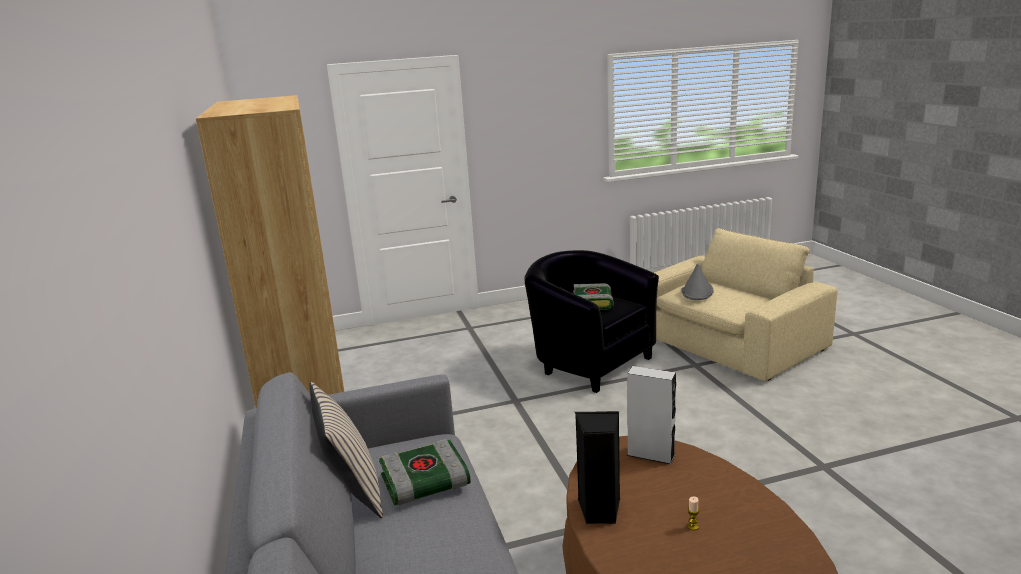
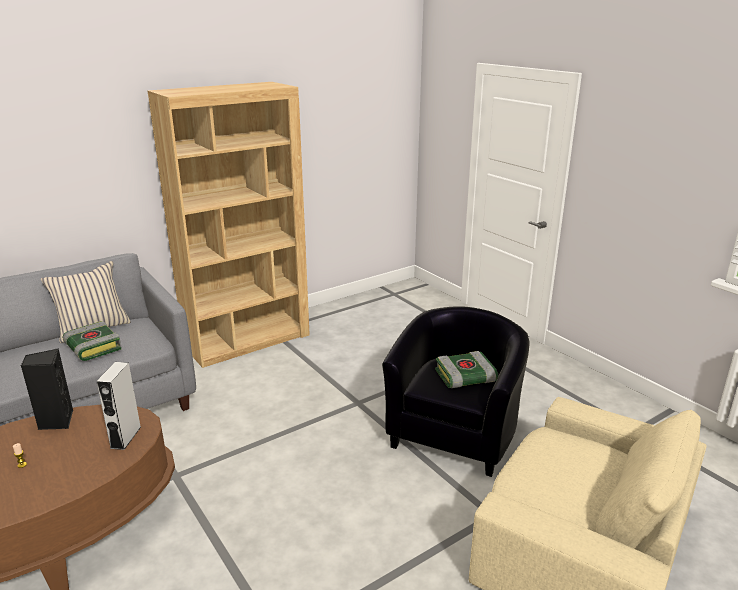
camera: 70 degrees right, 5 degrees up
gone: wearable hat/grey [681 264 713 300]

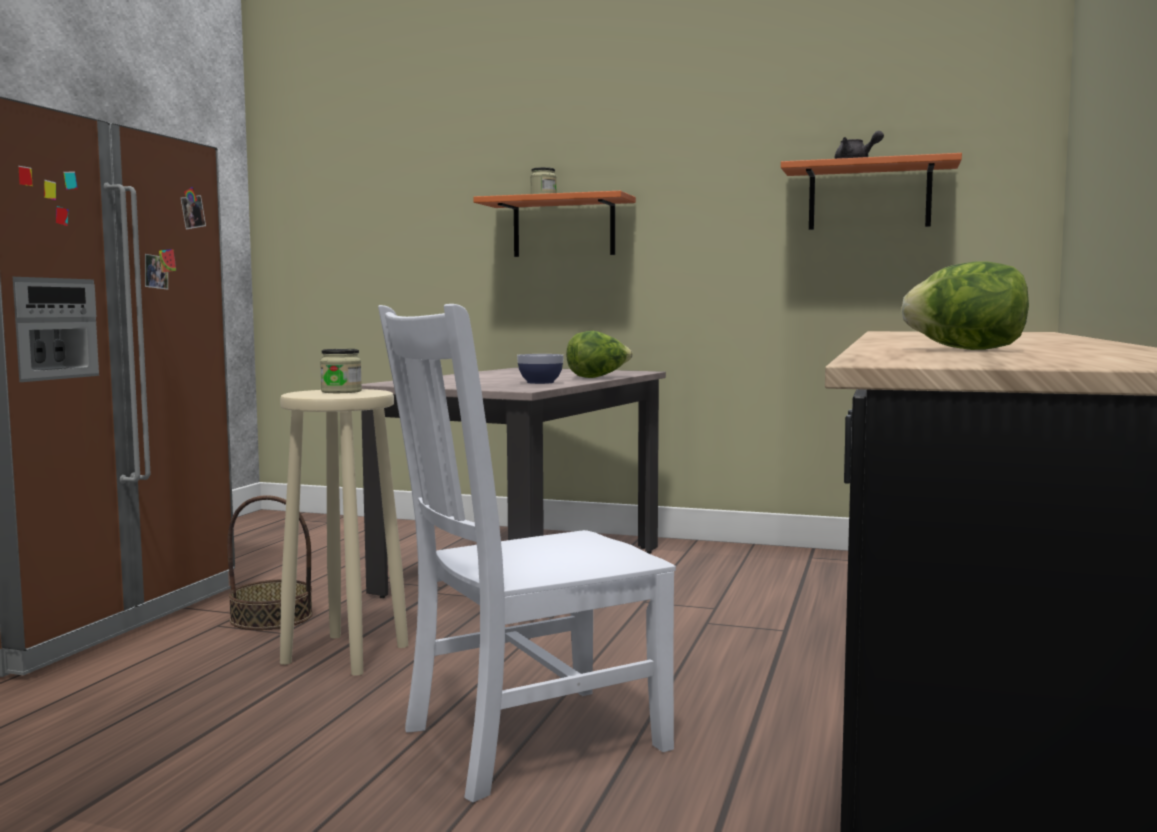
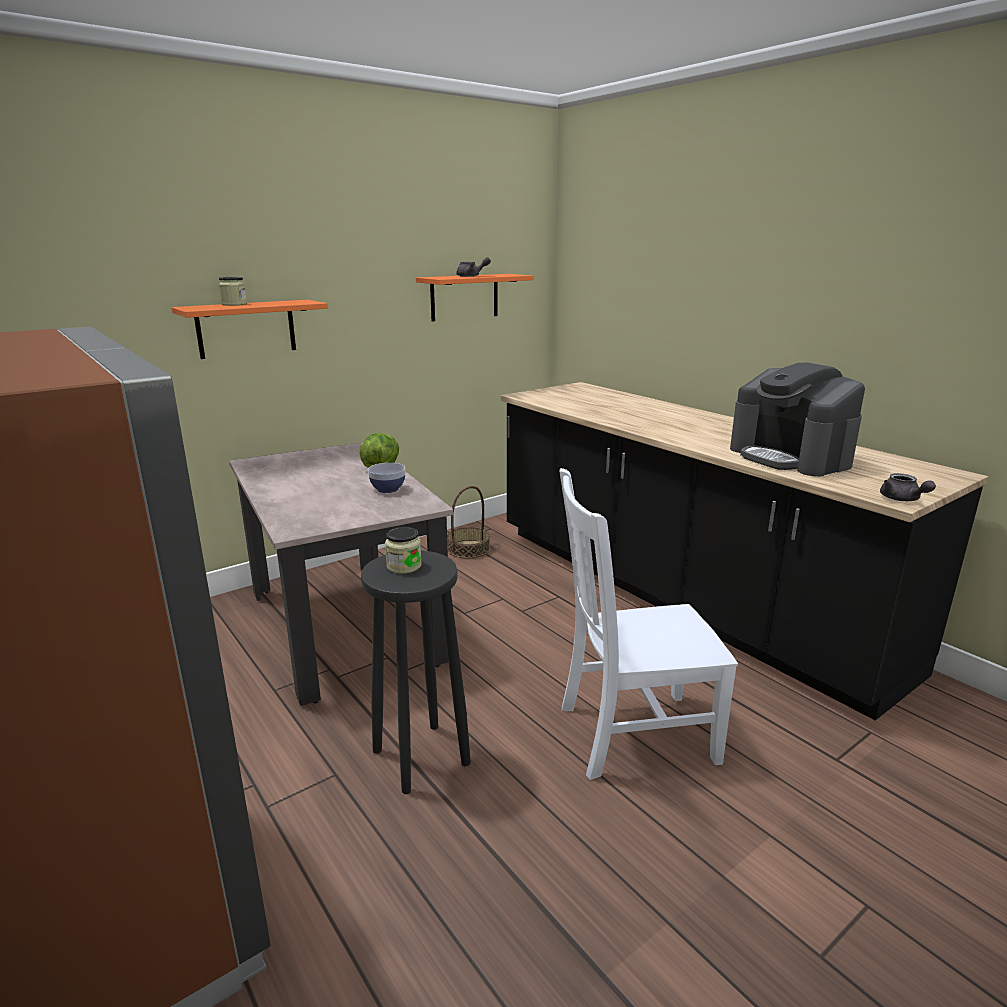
camera: 55 degrees left, 15 degrees up
new: pot for tea/grey [880 473 936 501]
shifted: basket [227 495 313 630] to [447 486 490 559]
swapped: lettuce head [901 261 1029 350] to coffee brewer [730 363 865 476]
repainted: stool seat/sand-coloured [280 389 408 676] to stool seat/black-coloured [361 551 471 794]
rotated: plain chair/white [378 304 676 802] = [560 468 738 780] 75 degrees clockwise

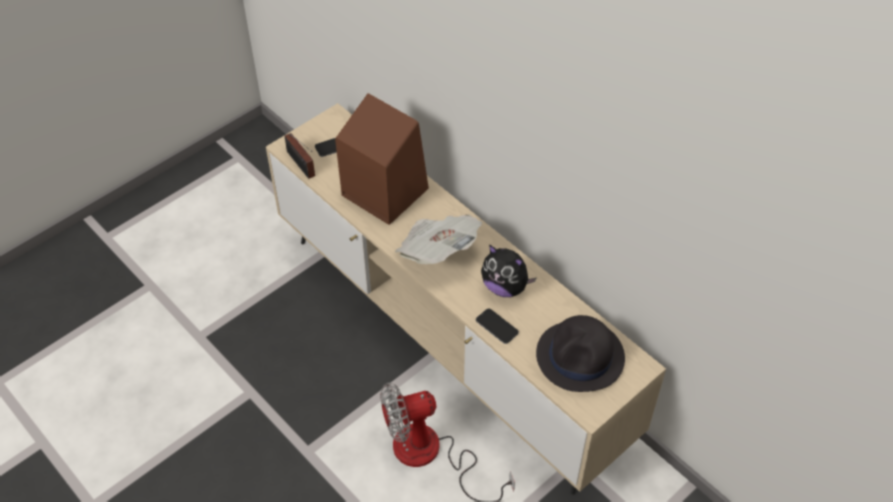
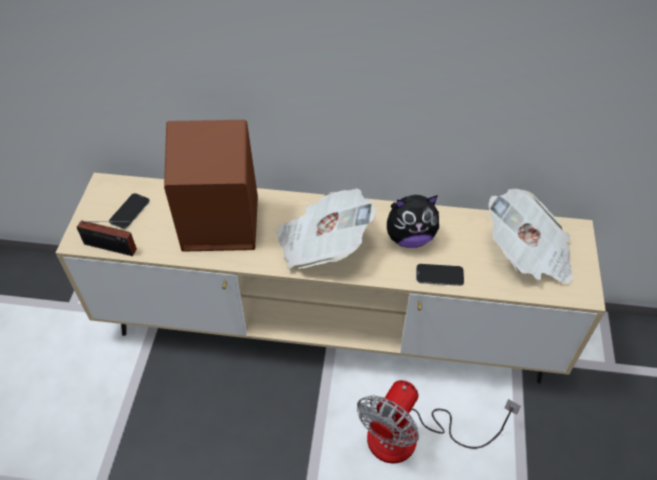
camera: 40 degrees left, 0 degrees up
swapped: wearable hat/black-coloured [536 315 625 392] to daily paper [488 189 573 284]

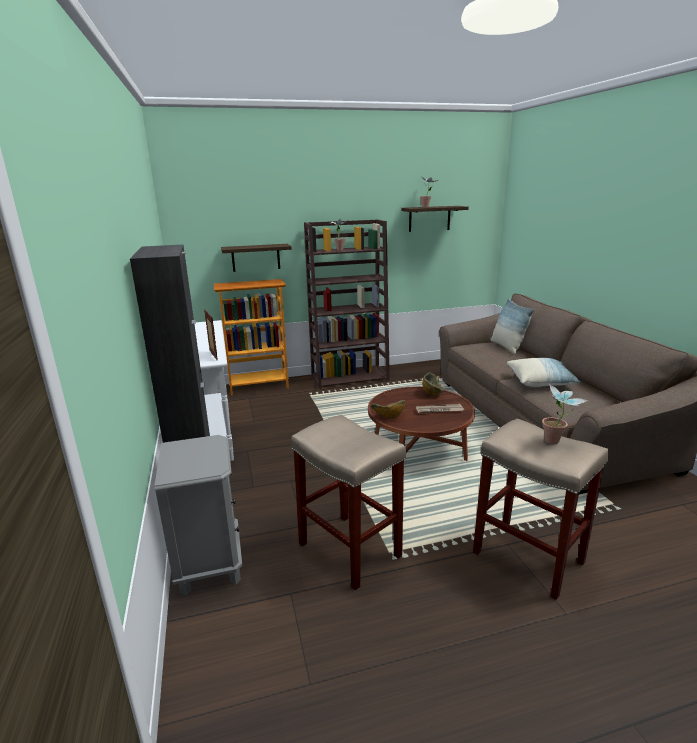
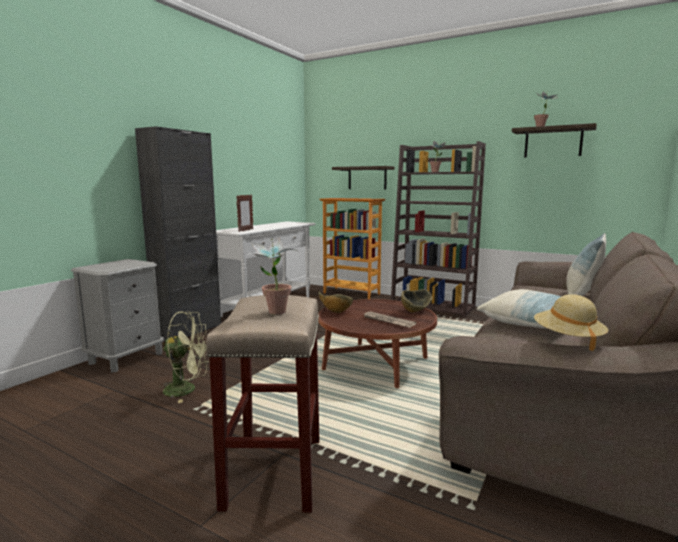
camera: 45 degrees right, 10 degrees down
new: wearable hat/sand-coloured [534 294 608 351]
swapped: stool seat/sand-coloured [291 415 406 590] to cooling fan/green [158 311 207 403]

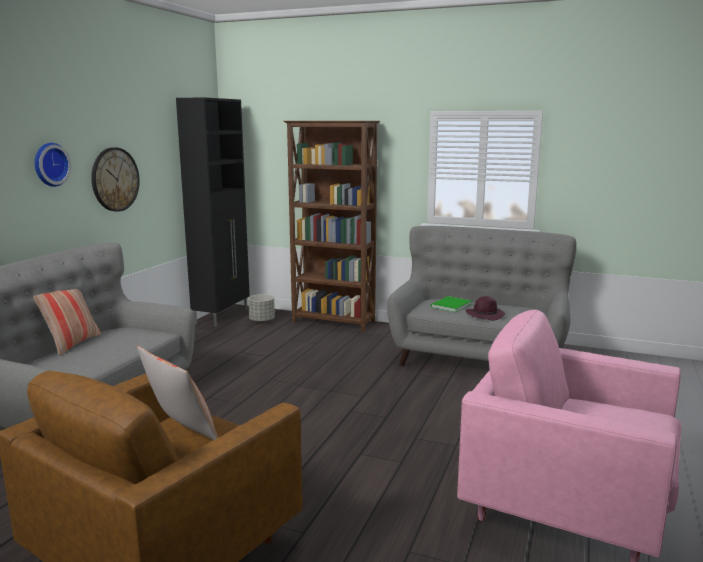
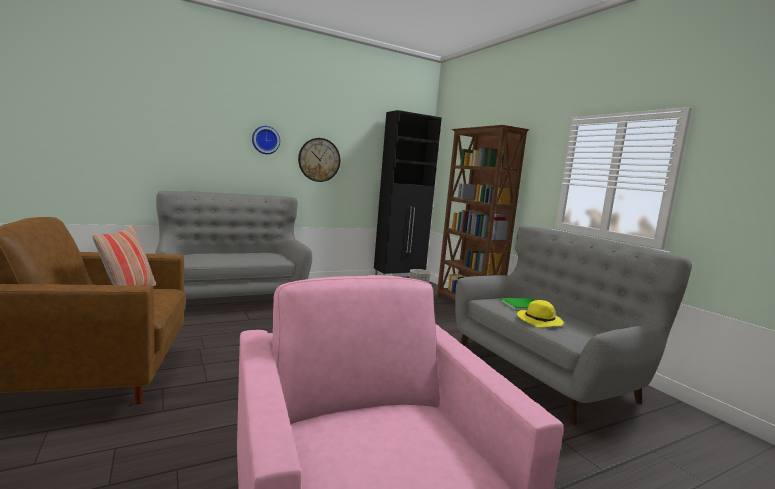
camera: 40 degrees right, 5 degrees down
gone: cushion [33 289 101 356]
repainted: wearable hat/purple-coloured [466 296 505 321] to wearable hat/yellow-coloured [517 300 564 328]

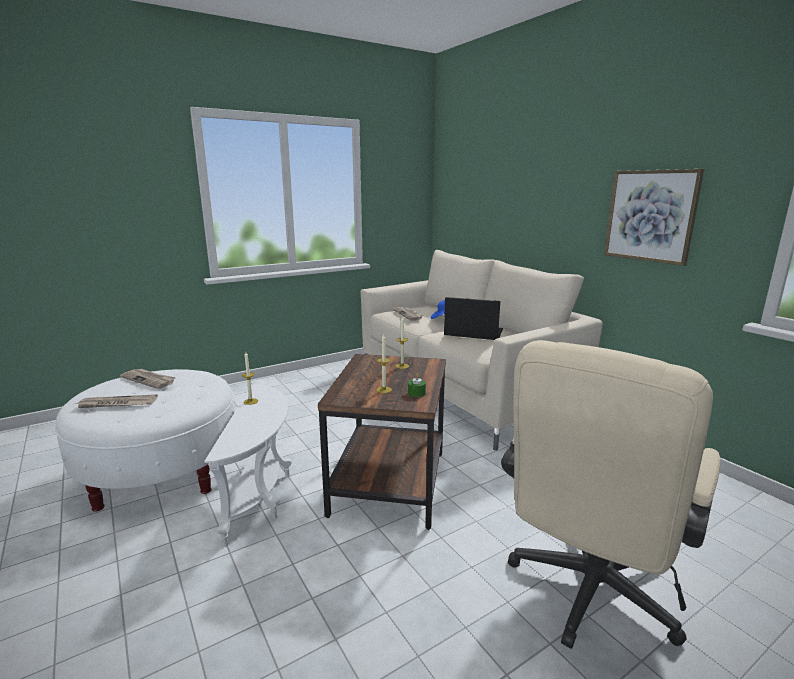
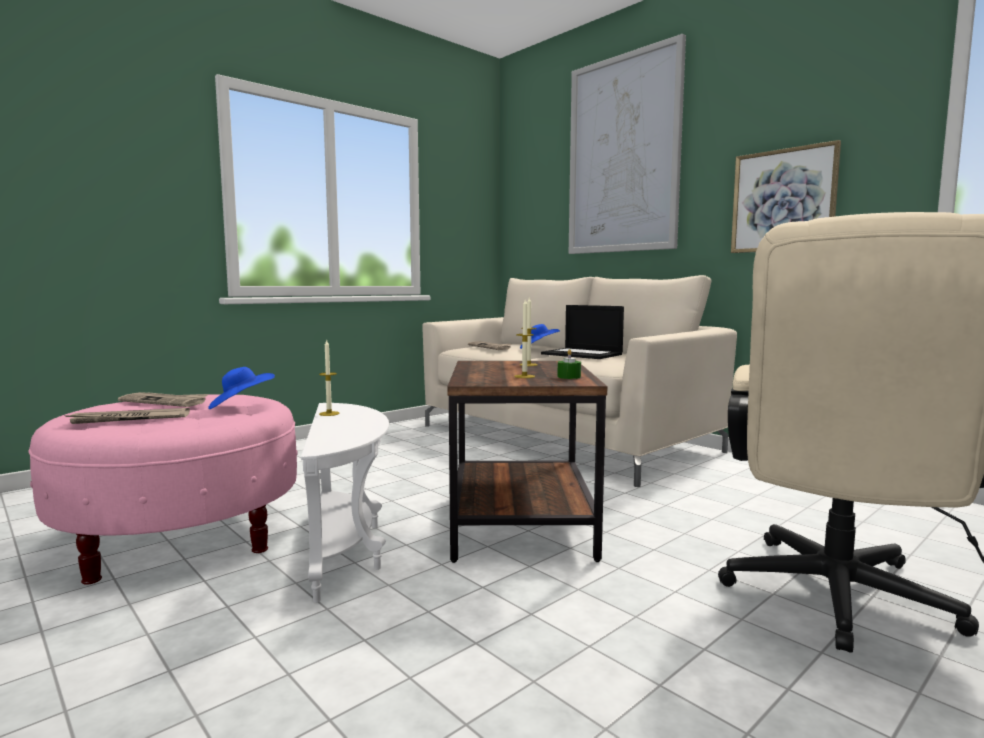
camera: 10 degrees left, 10 degrees down
new: picture [569 34 686 254]; wearable hat/bluish [208 367 275 409]
repainted: pouffe/white [55 369 235 512] to pouffe/pink [28 395 298 585]
rotated: laptop [444 297 503 340] = [541 305 624 359] 150 degrees counterclockwise

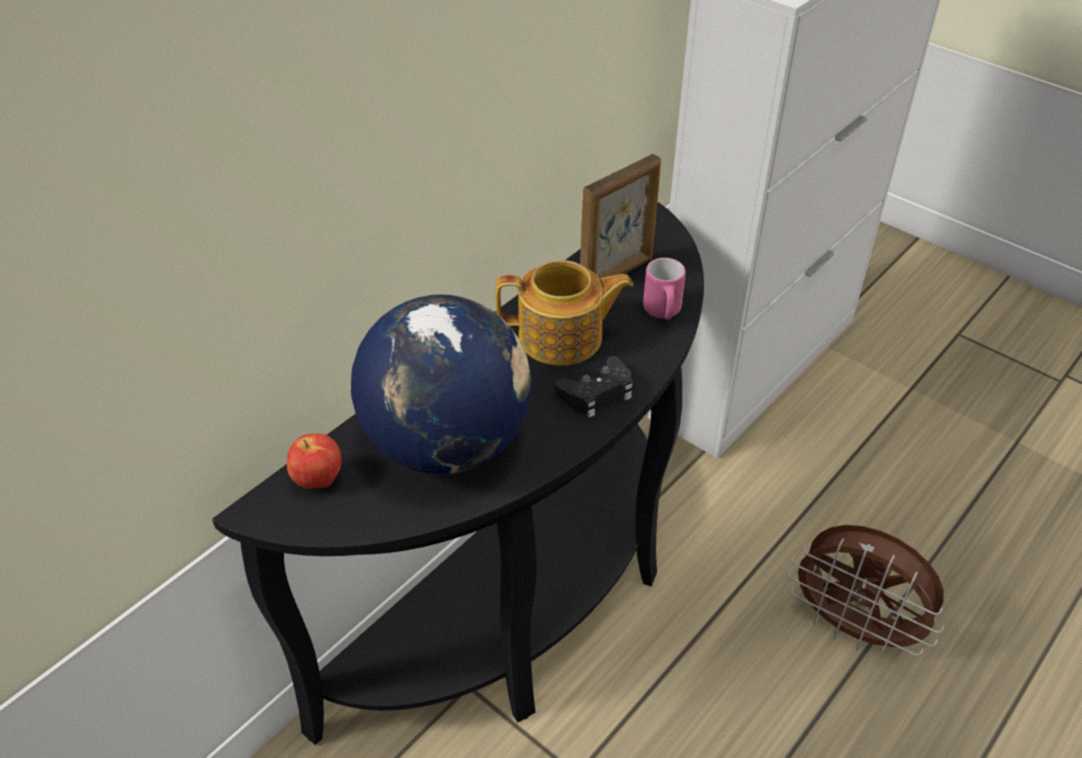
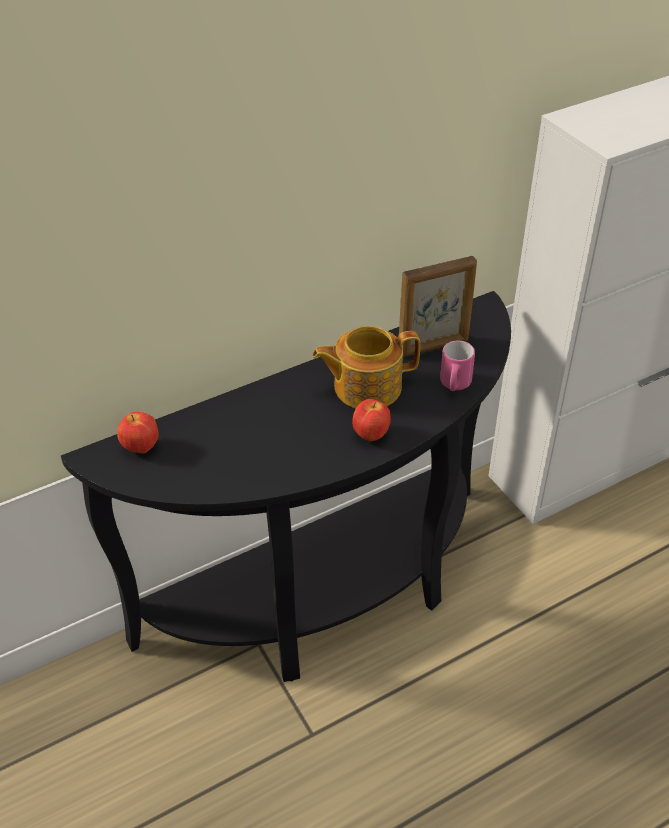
camera: 20 degrees right, 0 degrees up
gone: desk globe [351 294 531 475]; cooling fan/brownish [787 525 945 658]
swapped: joypad/black-coloured [555 356 633 418] to apple fruit [352 399 391 441]
rotated: pot for tea [495 260 633 365] = [312 326 420 408] 150 degrees clockwise

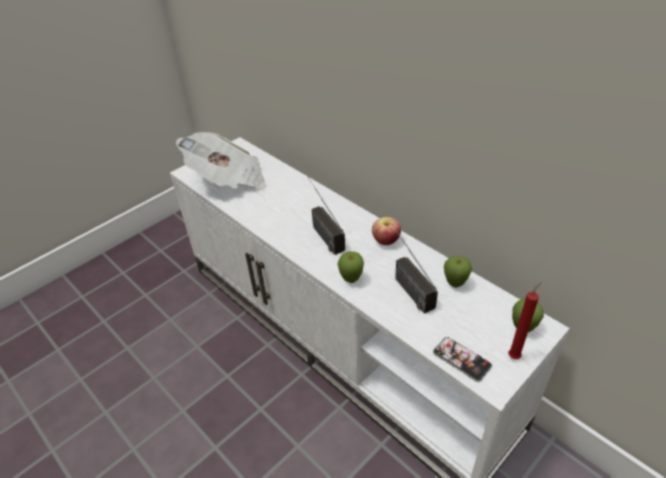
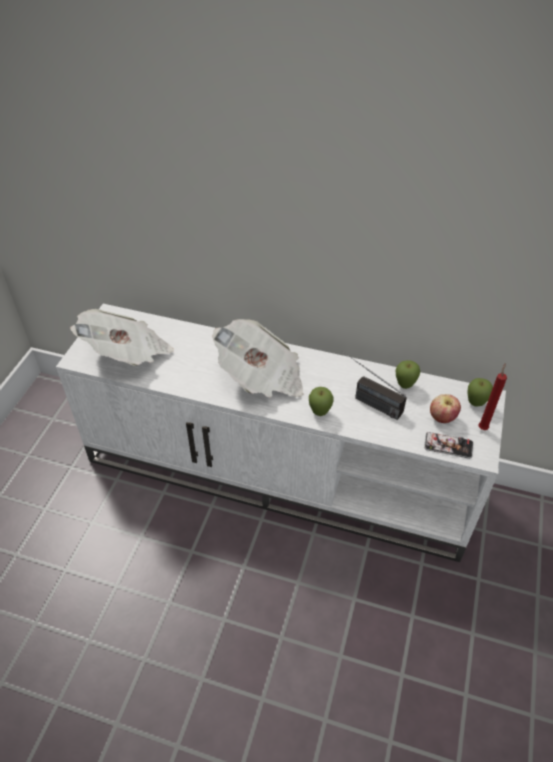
camera: 30 degrees left, 5 degrees up
shifted: apple fruit [372 217 401 245] to [430 394 461 423]
swapped: radio receiver [308 177 345 255] to daily paper [212 319 304 398]

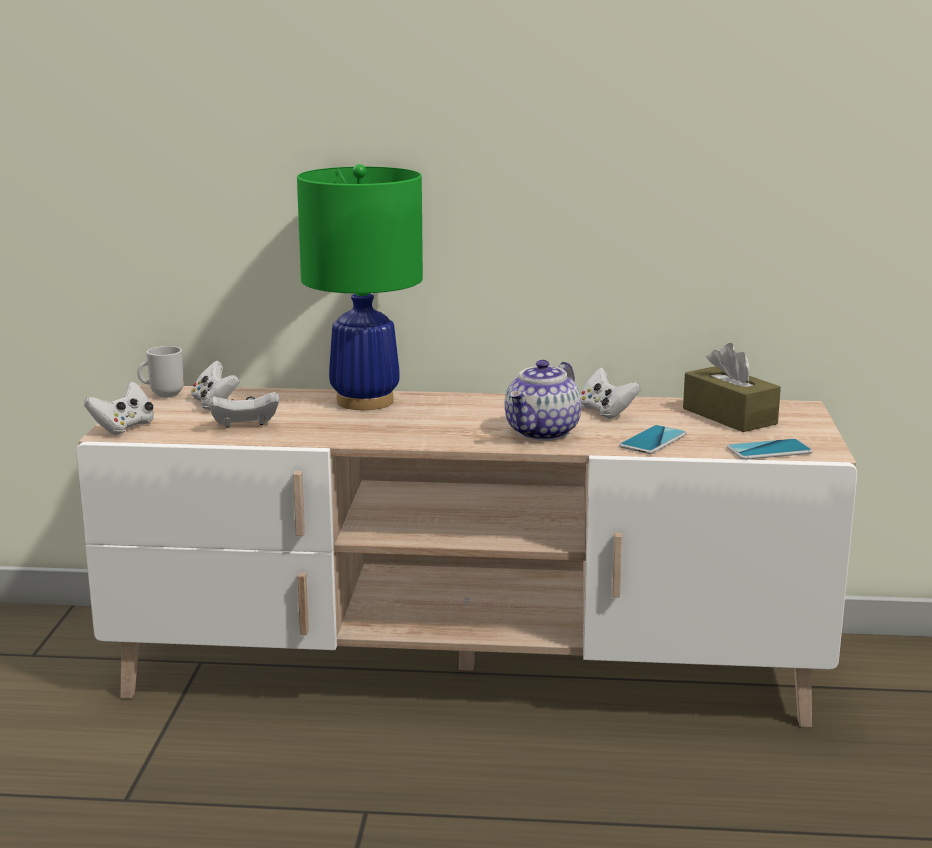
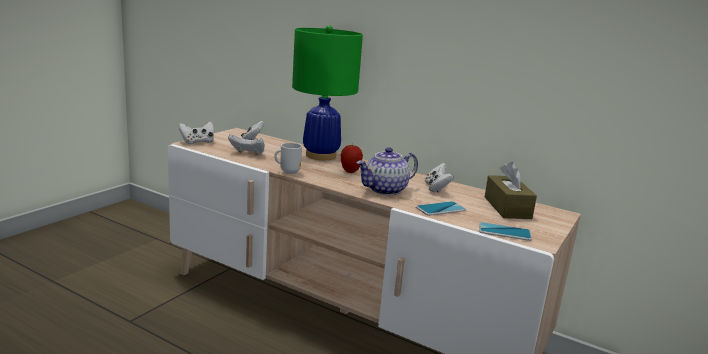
camera: 25 degrees right, 0 degrees up
new: apple fruit [340 144 363 173]
shifted: coffee mug [137 346 184 398] to [274 143 302 174]

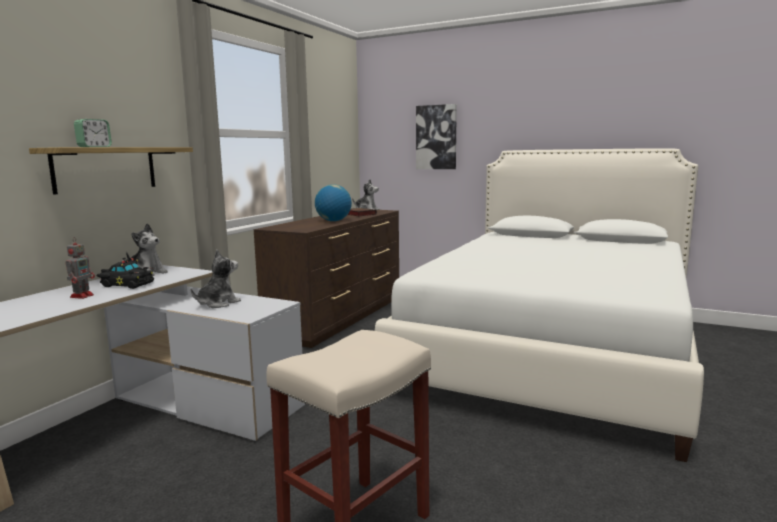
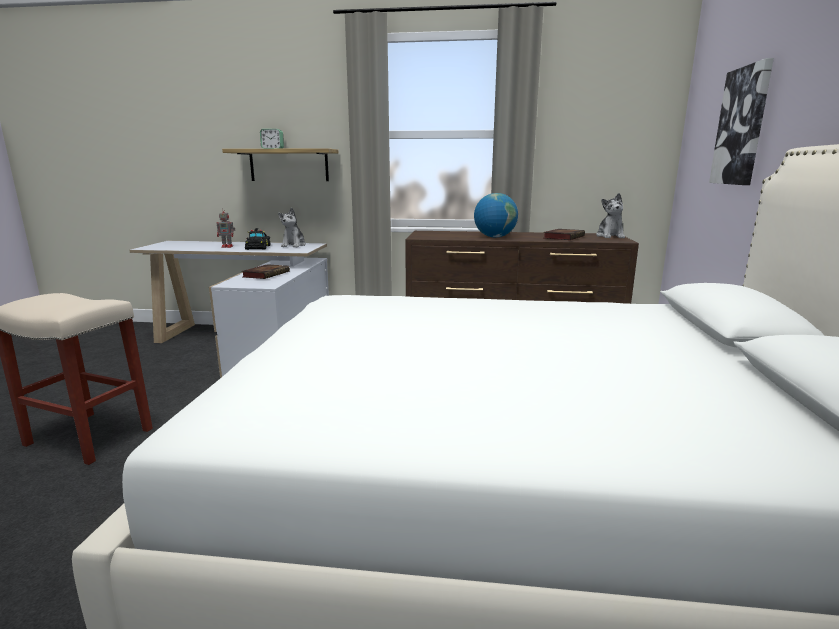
camera: 70 degrees right, 5 degrees up
swapped: plush toy [191 250 241 308] to volume [241 264 290 279]

